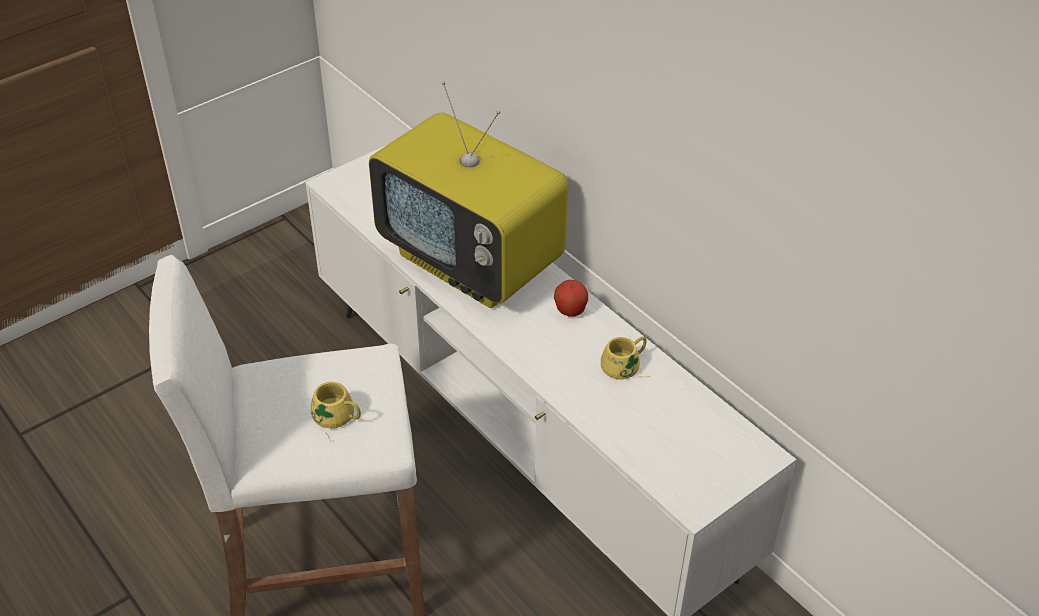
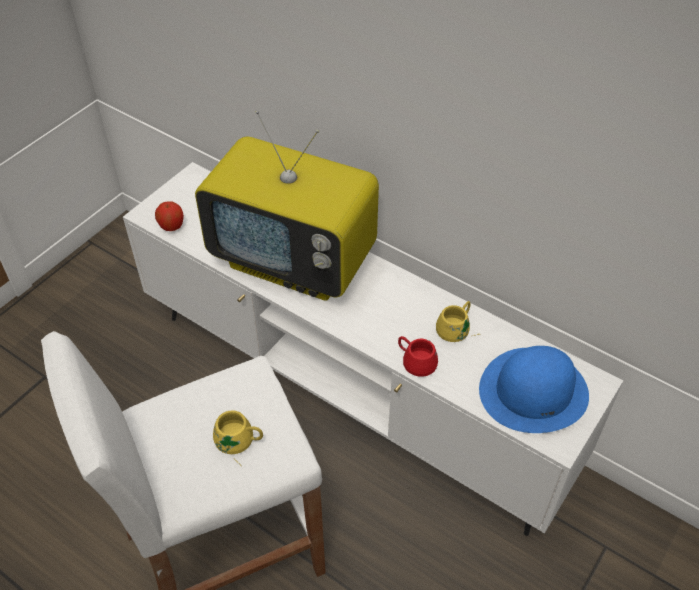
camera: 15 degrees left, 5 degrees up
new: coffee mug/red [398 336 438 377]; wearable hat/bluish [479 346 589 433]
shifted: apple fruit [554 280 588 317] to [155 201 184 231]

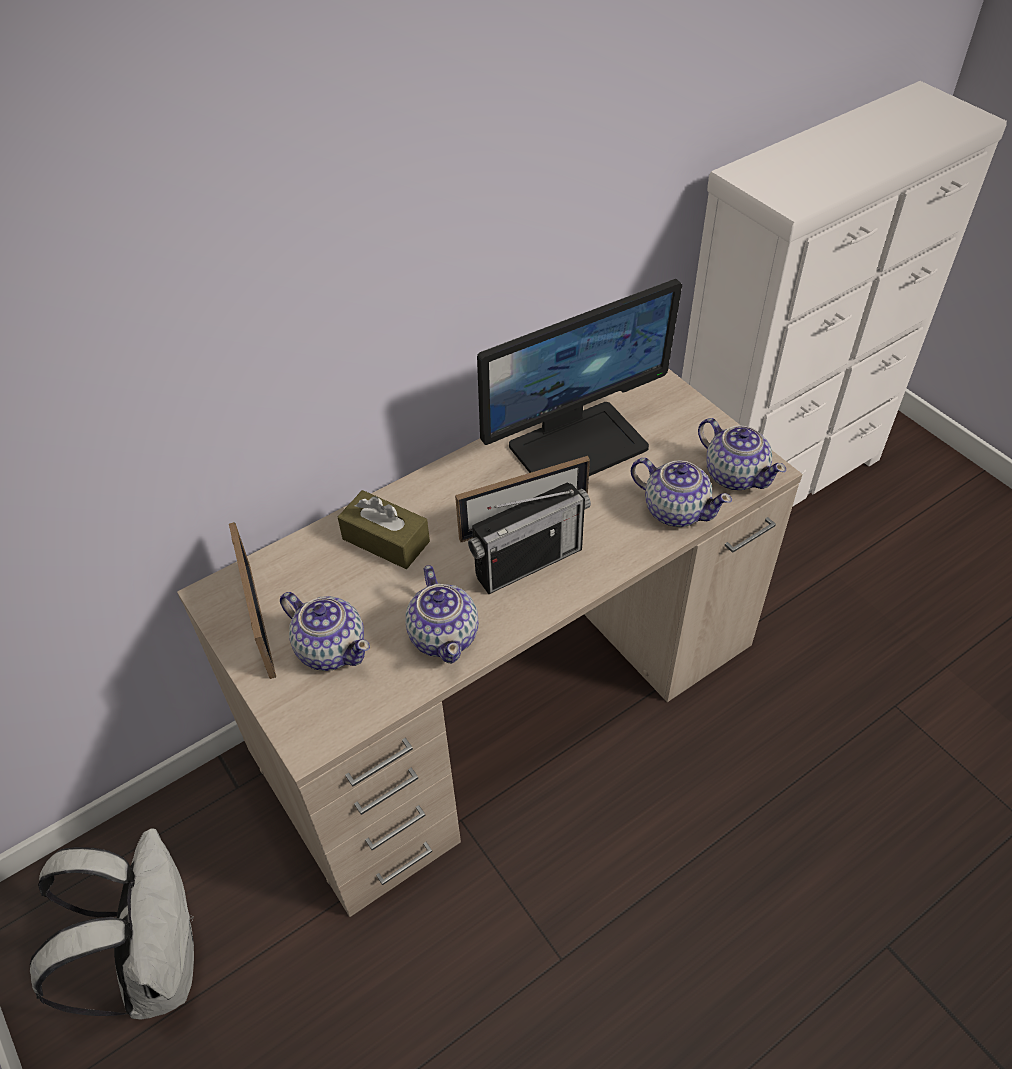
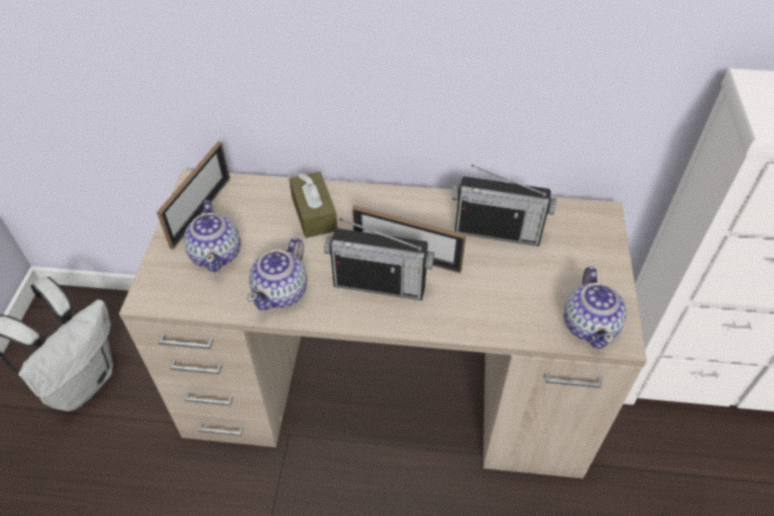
camera: 40 degrees right, 0 degrees up
gone: pot for tea [631 458 732 527]
swapped: computer screen [477 279 682 476] to radio receiver [452 165 557 246]

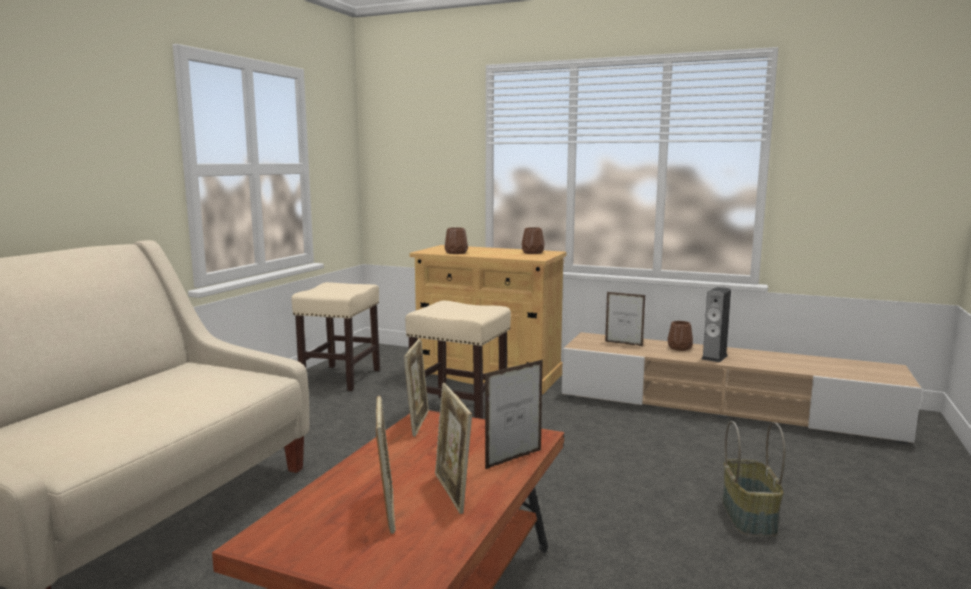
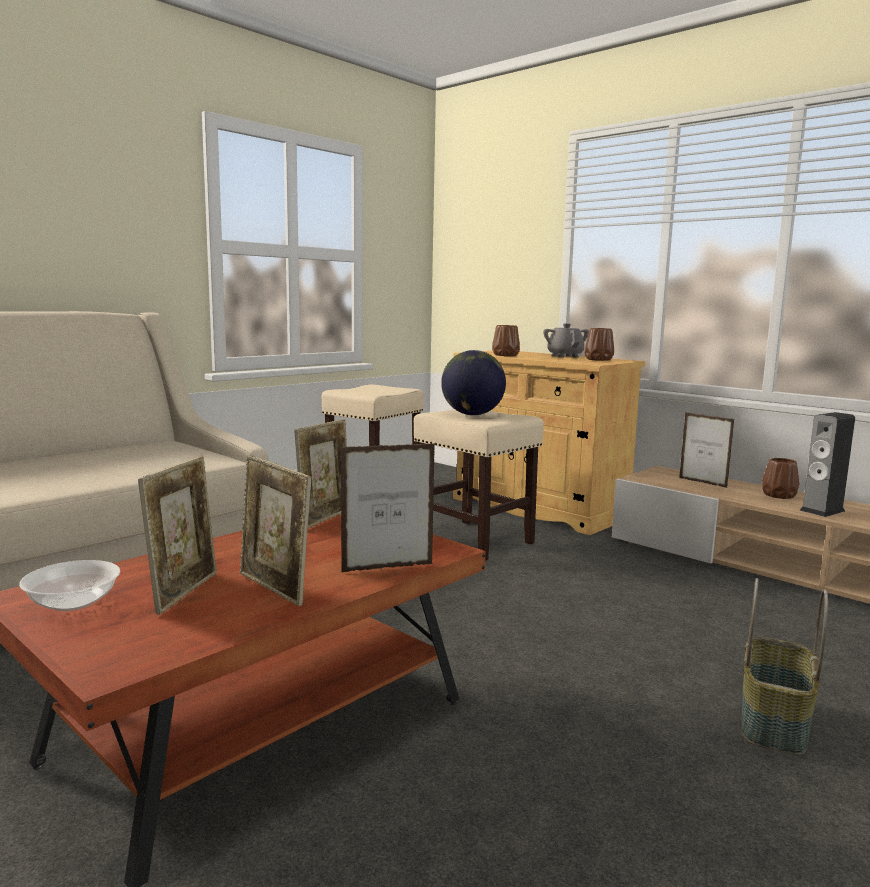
camera: 20 degrees right, 0 degrees up
new: pot for tea/grey [543 323 589 358]; desk globe [441 350 506 415]; bowl [19 560 120 611]
rotated: standing frame [434 383 472 514] = [240 455 311 606] 45 degrees counterclockwise

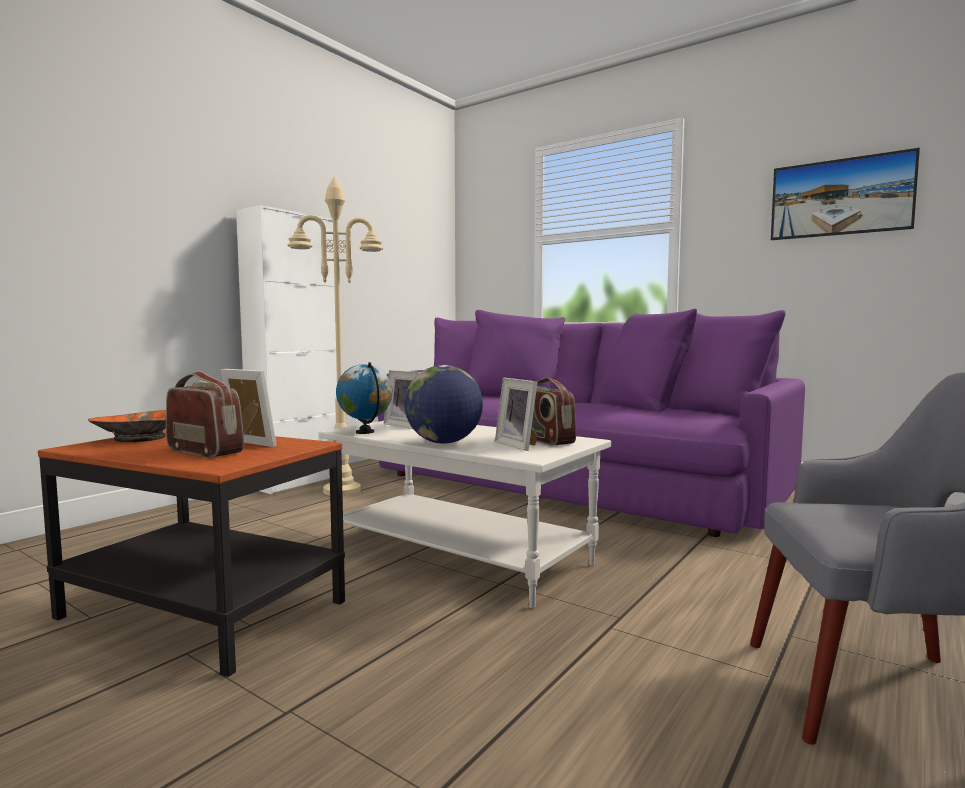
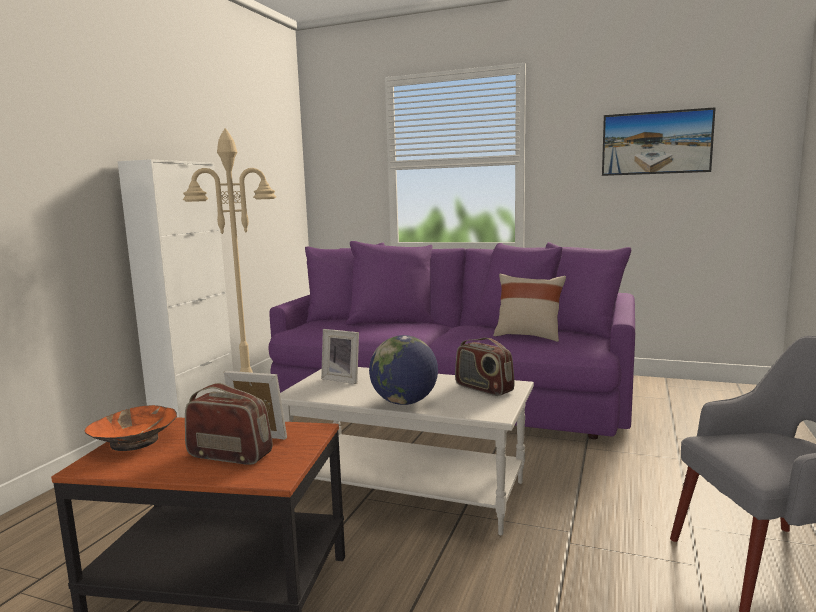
camera: 15 degrees left, 5 degrees up
gone: desk globe [336 362 392 434]; standing frame [495 377 537 451]
new: cushion/sand-coloured [493 274 566 342]

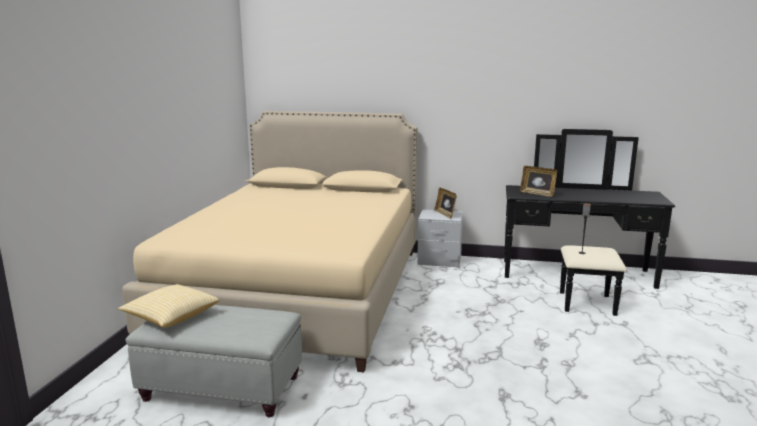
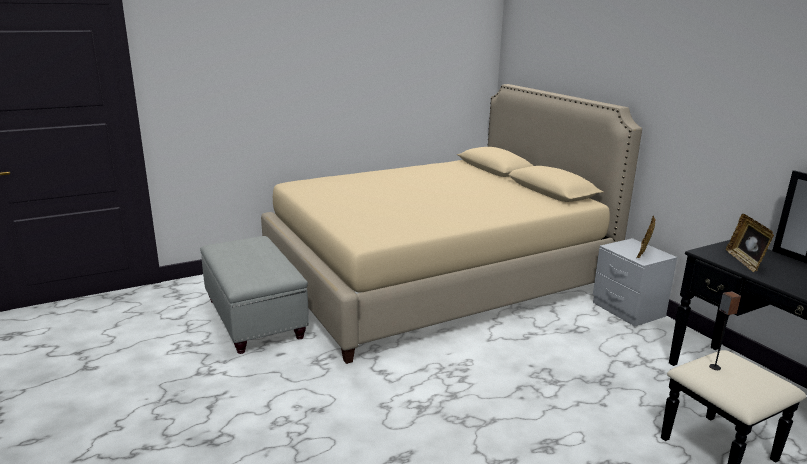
camera: 50 degrees right, 5 degrees up
gone: cushion [118 284 219 328]

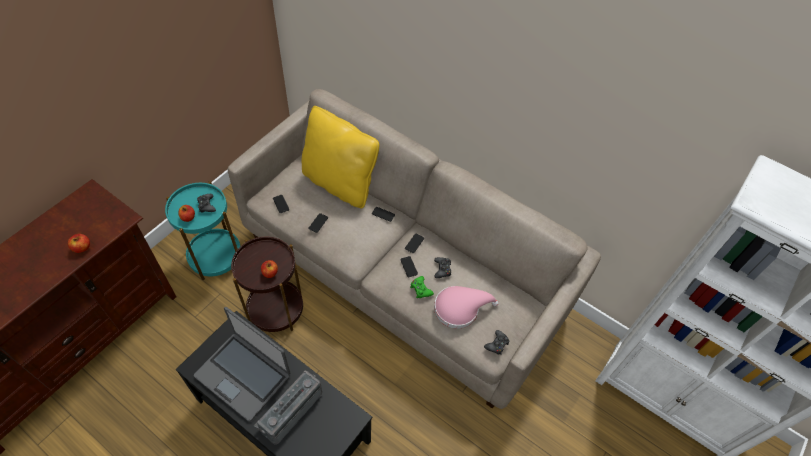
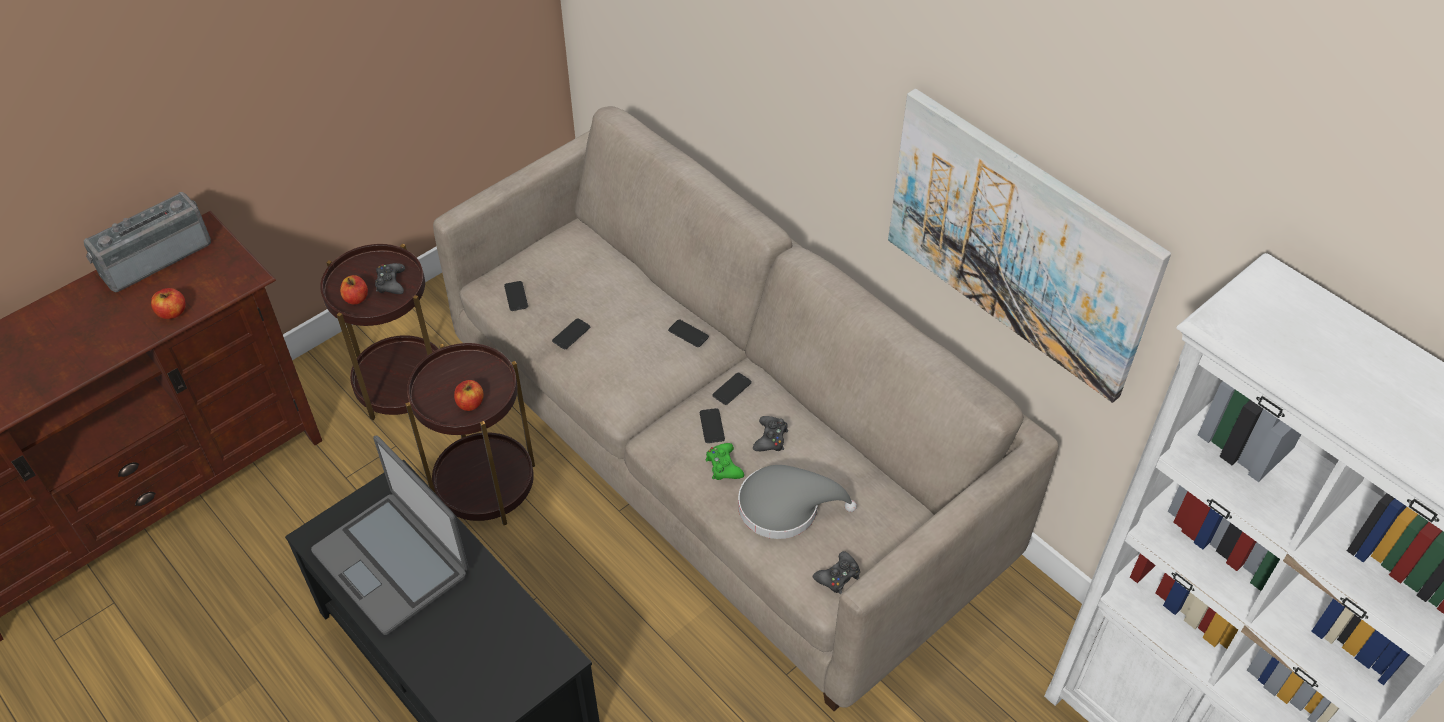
camera: 15 degrees right, 5 degrees down
gone: cushion/yellow-coloured [302 106 379 208]
new: picture [888 89 1171 403]
shifted: radio receiver [254 370 322 445] to [84 192 211 292]
repainted: end table/blue-green [165 181 240 280] to end table/brownish [320 244 439 420]; wearable hat/pink [434 286 498 329] to wearable hat/grey [738 465 857 539]

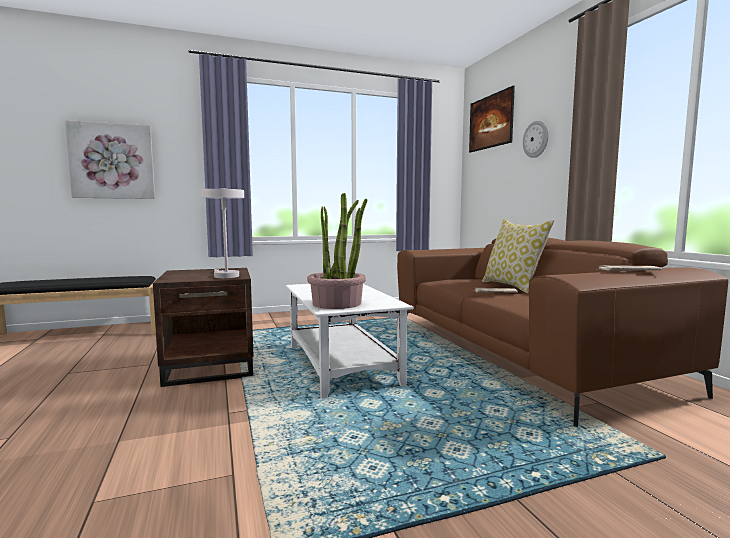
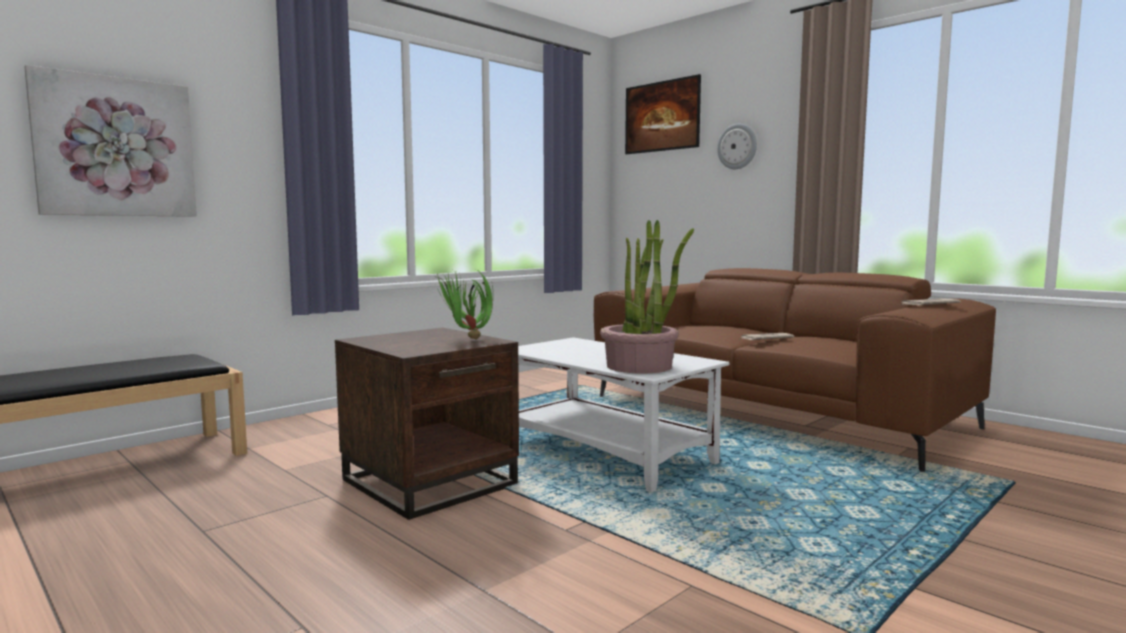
camera: 25 degrees left, 0 degrees up
gone: cushion [482 219 554 293]
swapped: tabletop lamp/white [202 188 244 278] to houseplant [434 269 493 339]

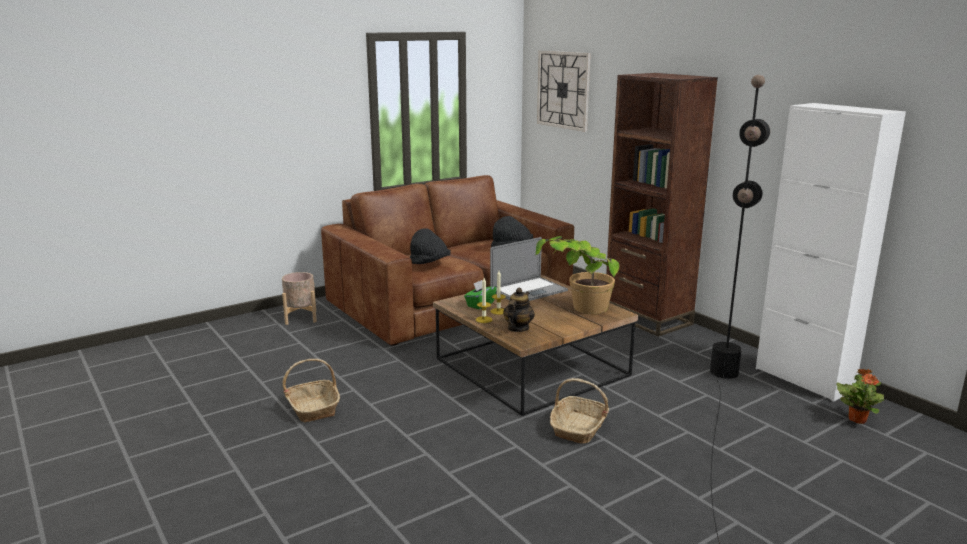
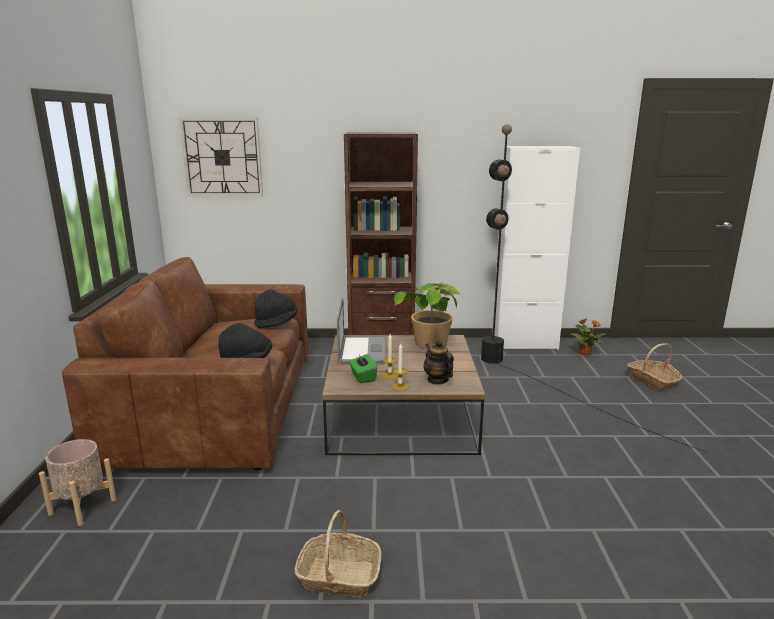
camera: 55 degrees left, 0 degrees up
shifted: basket [550 378 609 444] to [627 343 682 390]

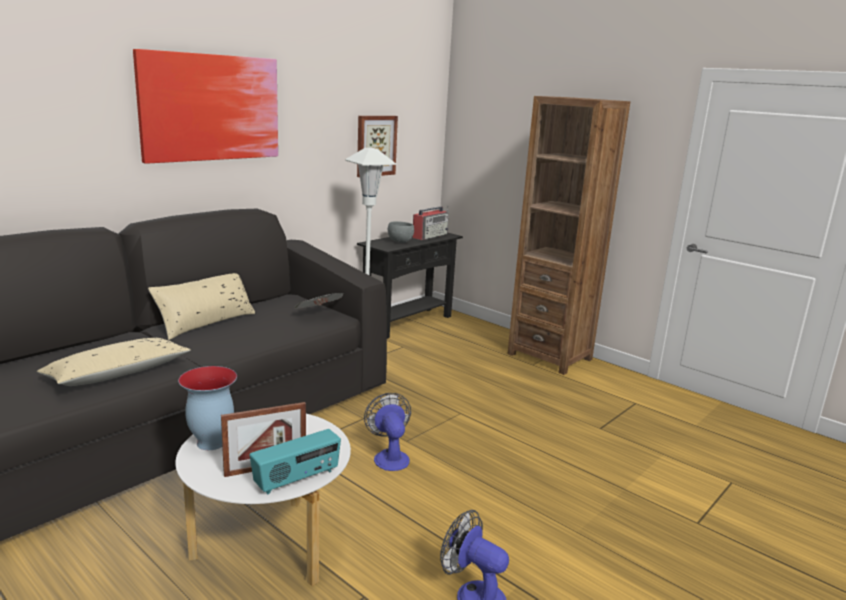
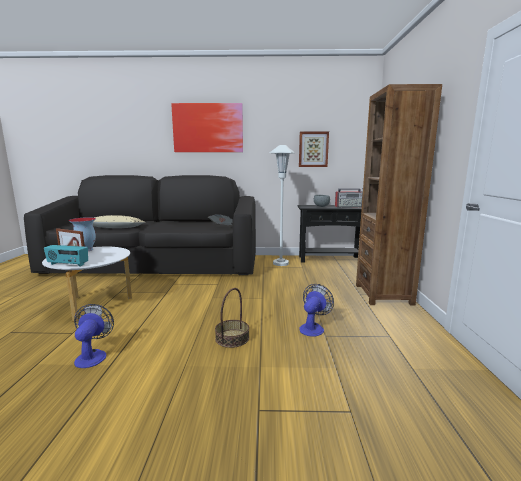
camera: 50 degrees right, 5 degrees down
gone: cushion/sand-coloured [148 273 256 340]
new: basket [215 288 249 348]
shifted: cooling fan [364 393 411 471] to [299 284 334 337]

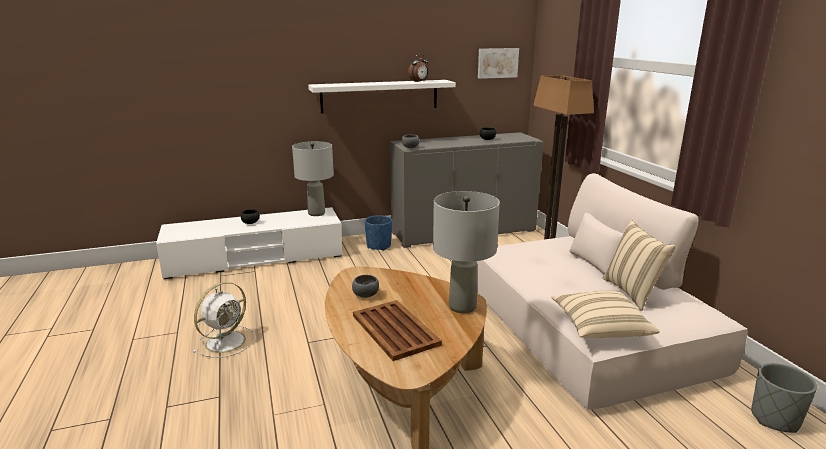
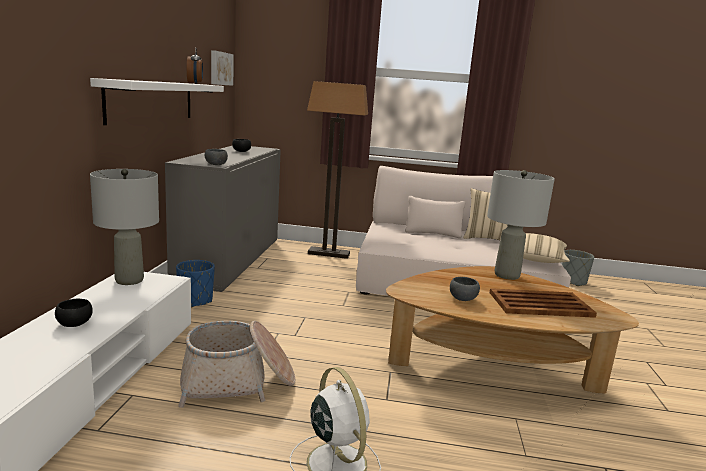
camera: 65 degrees left, 5 degrees down
new: basket [178 321 295 408]

